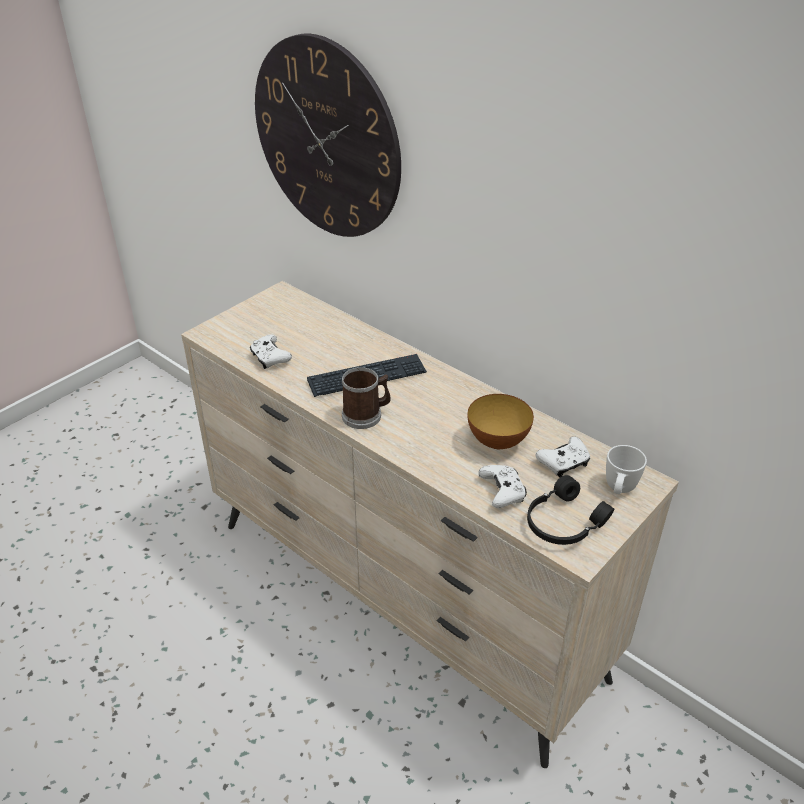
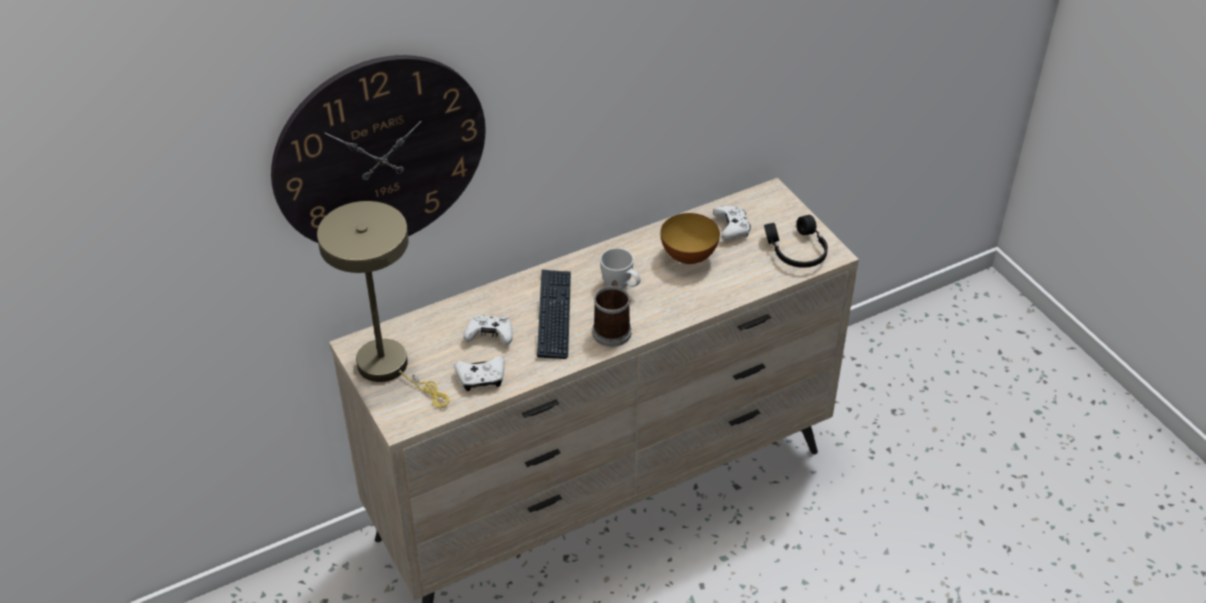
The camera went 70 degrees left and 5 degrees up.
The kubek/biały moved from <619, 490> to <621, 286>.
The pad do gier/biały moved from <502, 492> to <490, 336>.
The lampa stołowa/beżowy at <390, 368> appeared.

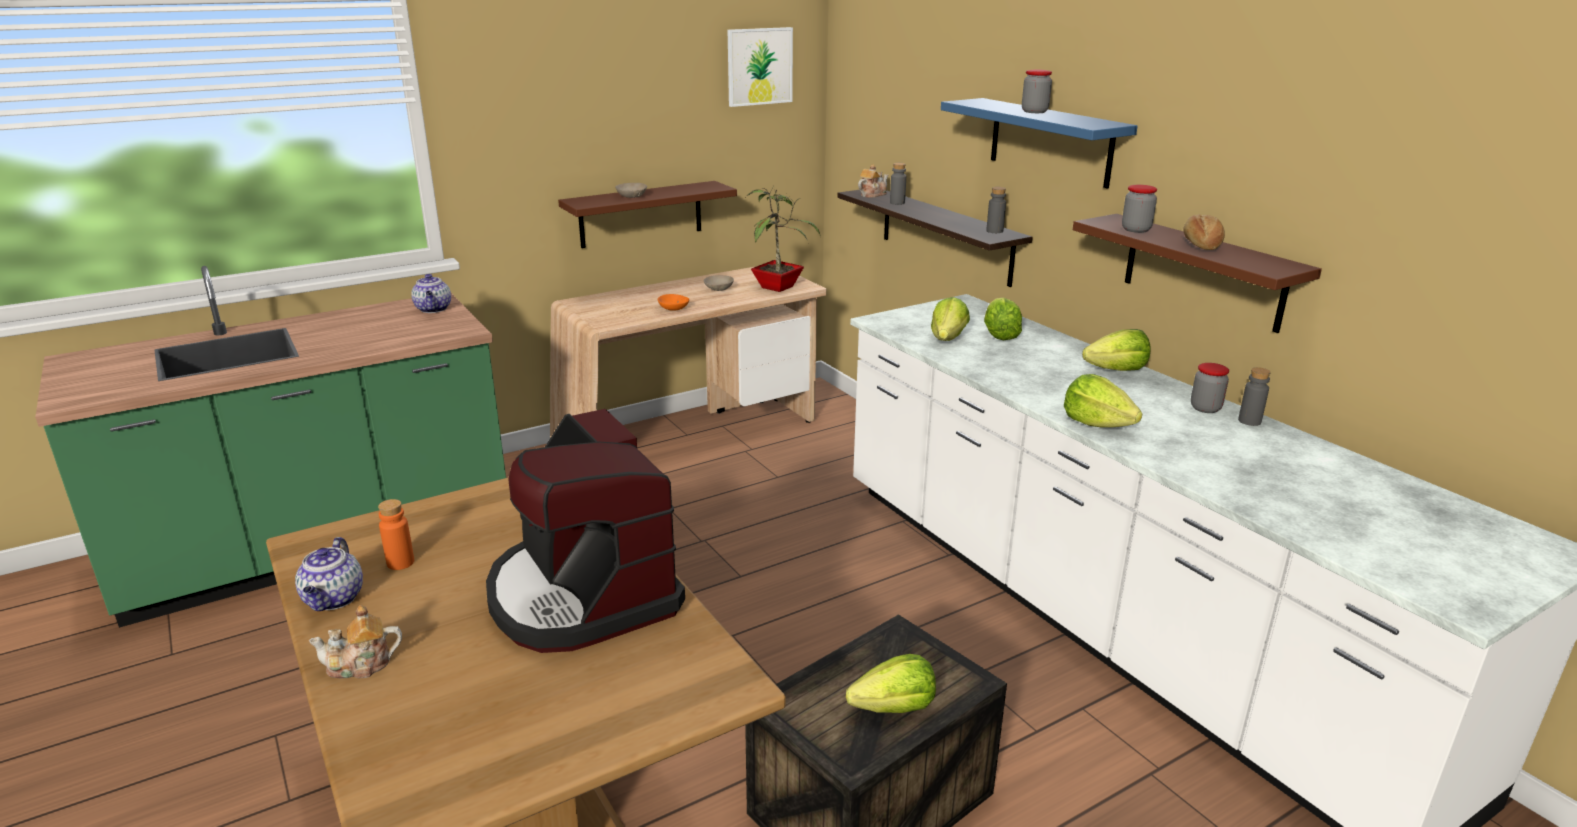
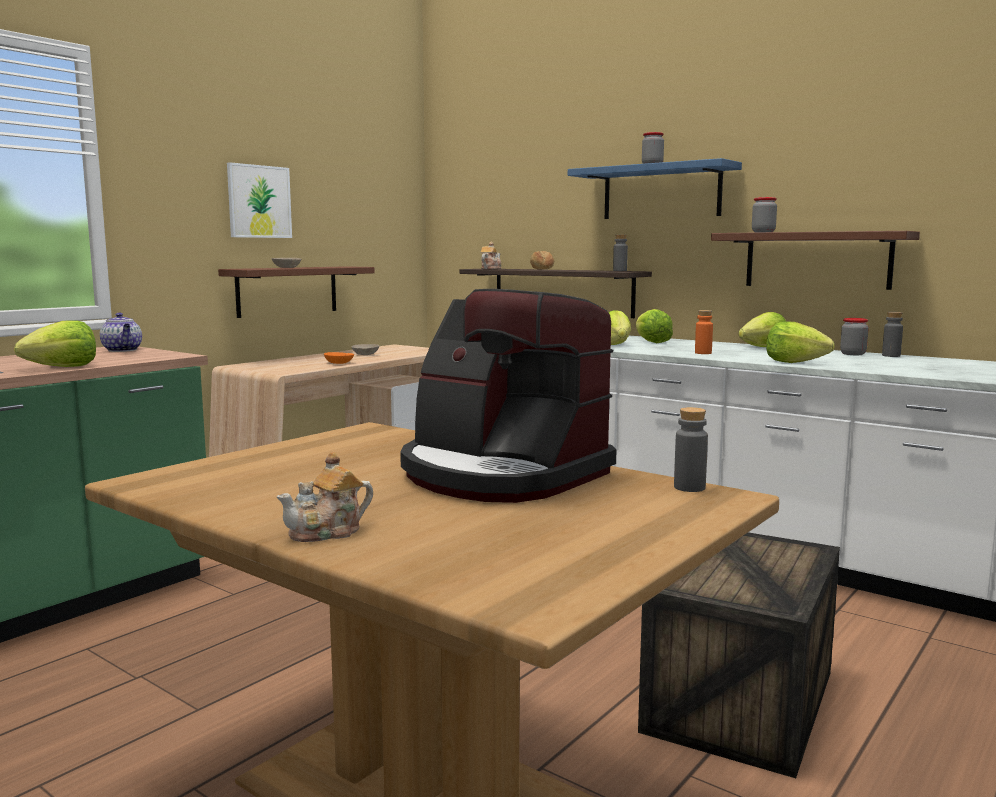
The camera went 20 degrees left and 15 degrees down.
The obraz moved from <759, 66> to <259, 201>.
The butelka/szary moved from <897, 203> to <689, 487>.
The roślina doniczkowa at <778, 287> disappeared.
The chleb moved from <1201, 245> to <542, 269>.
The butelka/pomarańczowy moved from <400, 562> to <703, 353>.
The imbryk at <334, 600> disappeared.
The sałata moved from <894, 708> to <63, 367>.

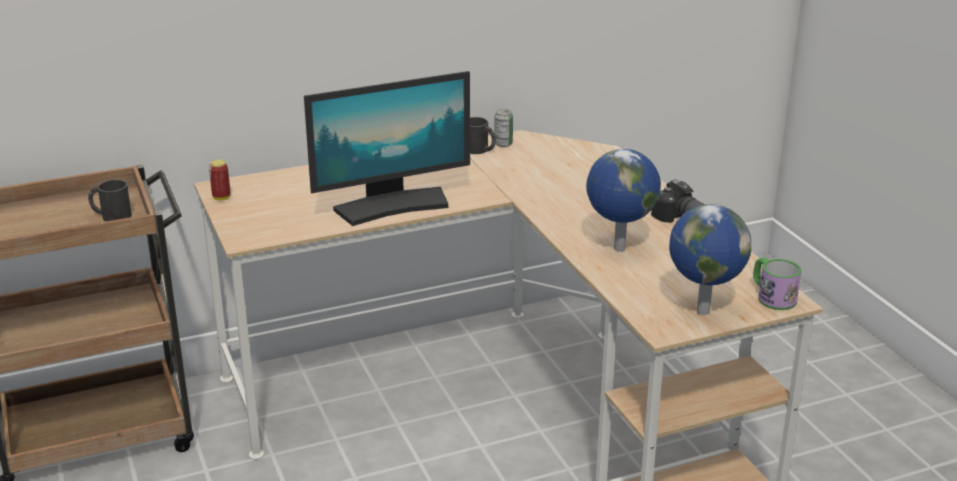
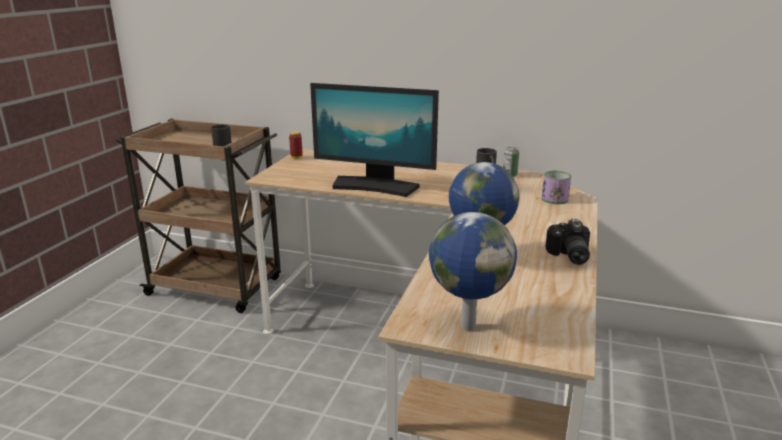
The camera went 40 degrees right and 5 degrees down.
The kubek moved from <772, 296> to <554, 197>.

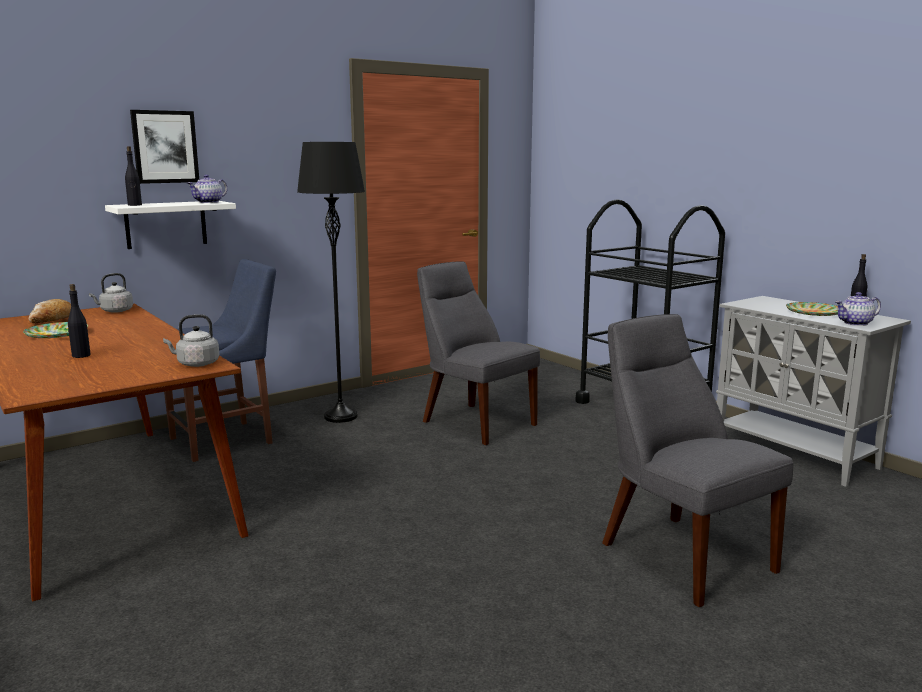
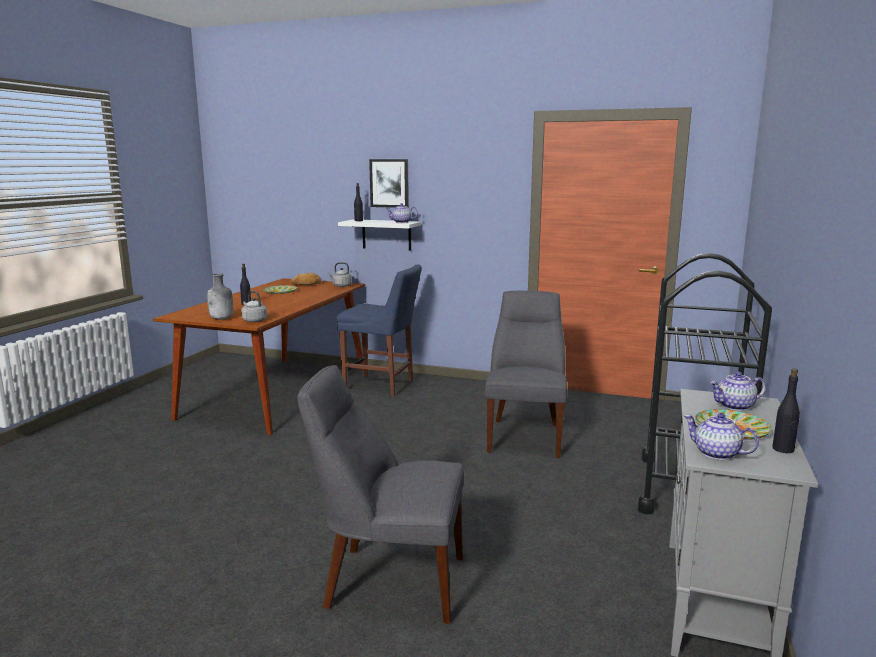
The camera went 55 degrees right and 0 degrees up.
The lampa stojąca/czarny at <340, 416> disappeared.
The krzesło/szary at <680, 554> turned 105 degrees counterclockwise.
The butelka/szary at <222, 319> appeared.
The imbryk at <735, 406> appeared.

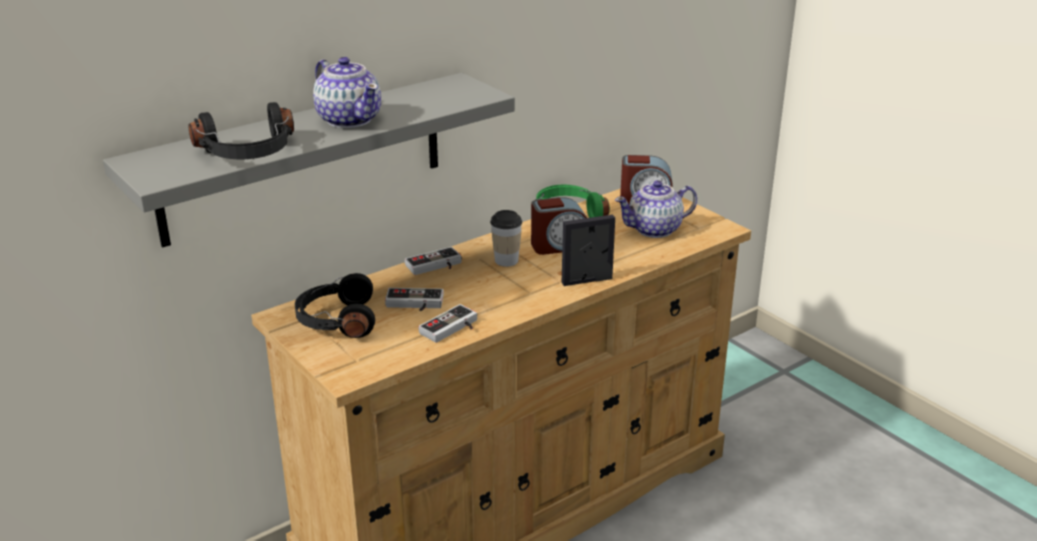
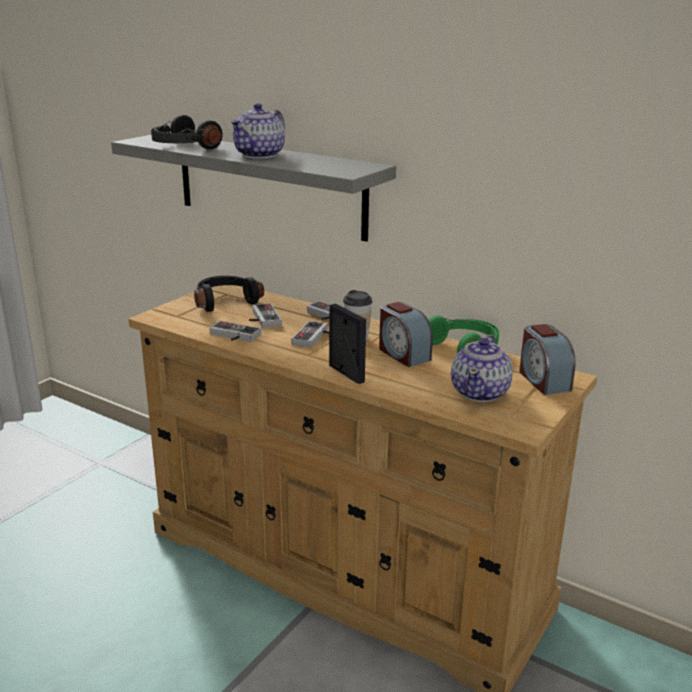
The camera went 70 degrees right and 5 degrees down.
The imbryk at <655, 229> turned 120 degrees counterclockwise.
The pad do gier at <314, 338> appeared.

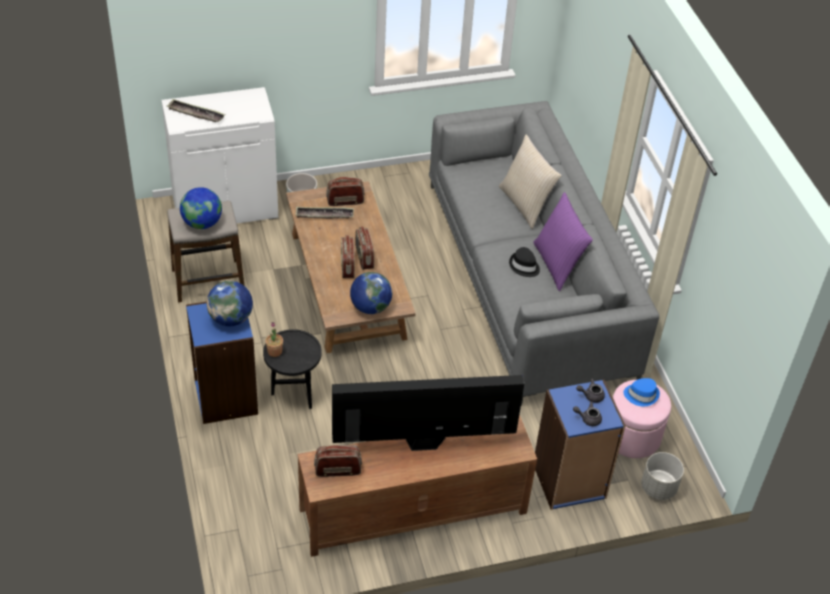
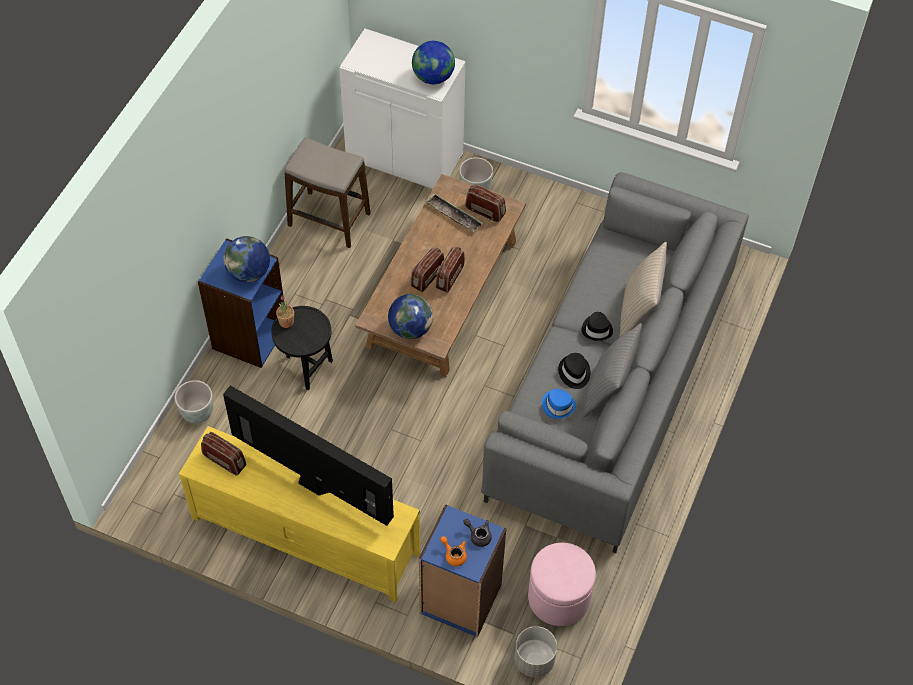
The camera went 40 degrees right and 10 degrees up.
The taca at <196, 114> disappeared.
The globus moved from <202, 223> to <433, 77>.
The poduszka/fioletowy at <557, 264> became the poduszka/szary at <608, 390>.
The kapelusz/niebieski moved from <641, 395> to <558, 405>.
The imbryk/szary at <588, 418> became the imbryk/pomarańczowy at <454, 554>.
The szafka pod telewizor/brązowy at <412, 511> became the szafka pod telewizor/żółty at <304, 535>.
The kapelusz/czarny at <597, 329> appeared.
The donica/szary at <197, 412> appeared.

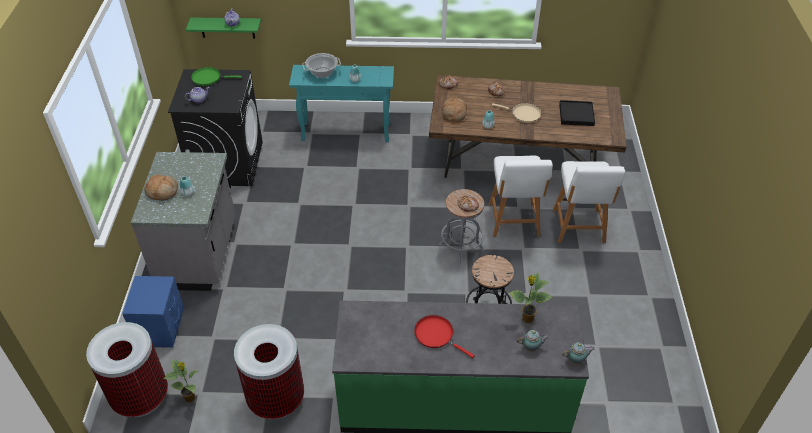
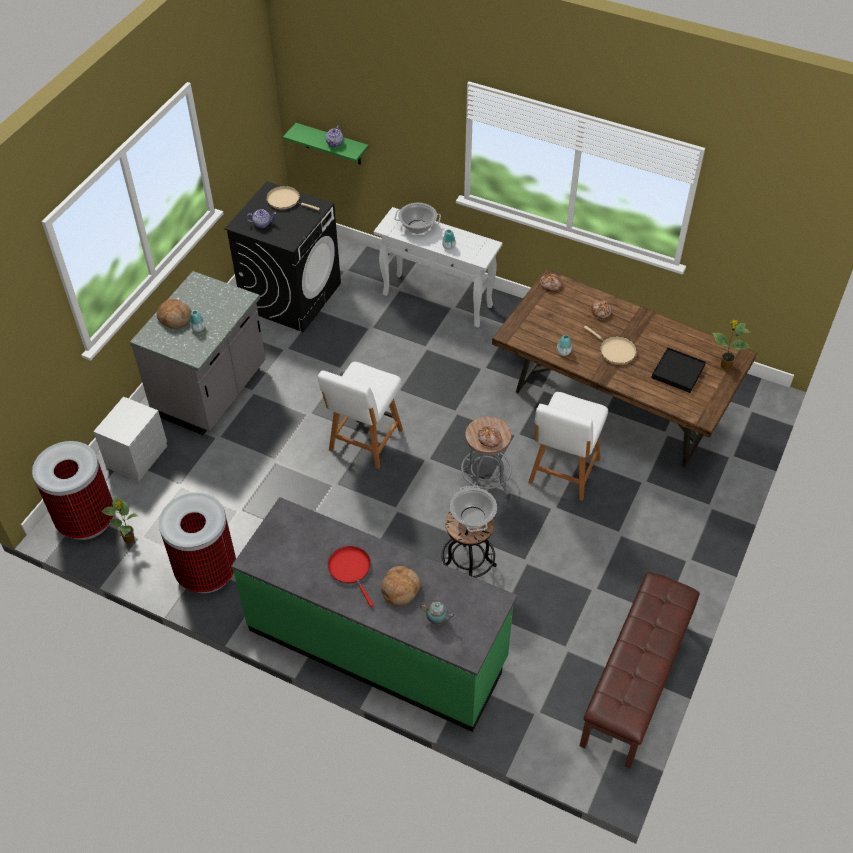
The camera went 25 degrees right and 5 degrees up.
The stolik konsolowy/turkusowy at <347, 132> became the stolik konsolowy/biały at <438, 300>.
The patelnia/zielony at <209, 78> became the patelnia/beżowy at <286, 200>.
The chleb moved from <454, 114> to <400, 588>.
The krzesło/biały moved from <579, 227> to <364, 442>.
The roślina doniczkowa moved from <527, 319> to <724, 366>.
The szafka nocna/niebieski at <160, 328> became the szafka nocna/szary at <137, 457>.
The imbryk at <576, 360> disappeared.
The garnek at <472, 517> appeared.
The ławka/brązowy at <636, 683> appeared.

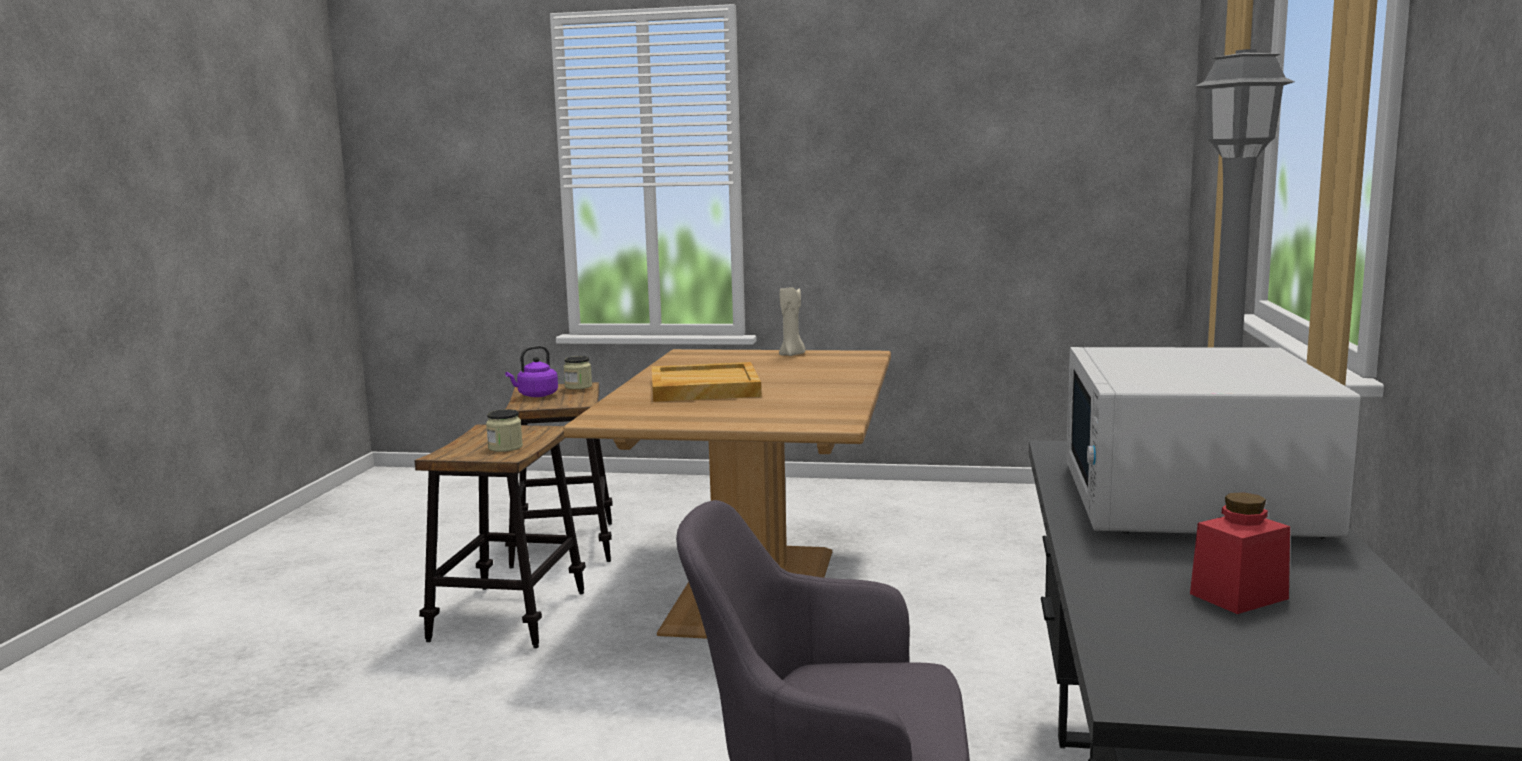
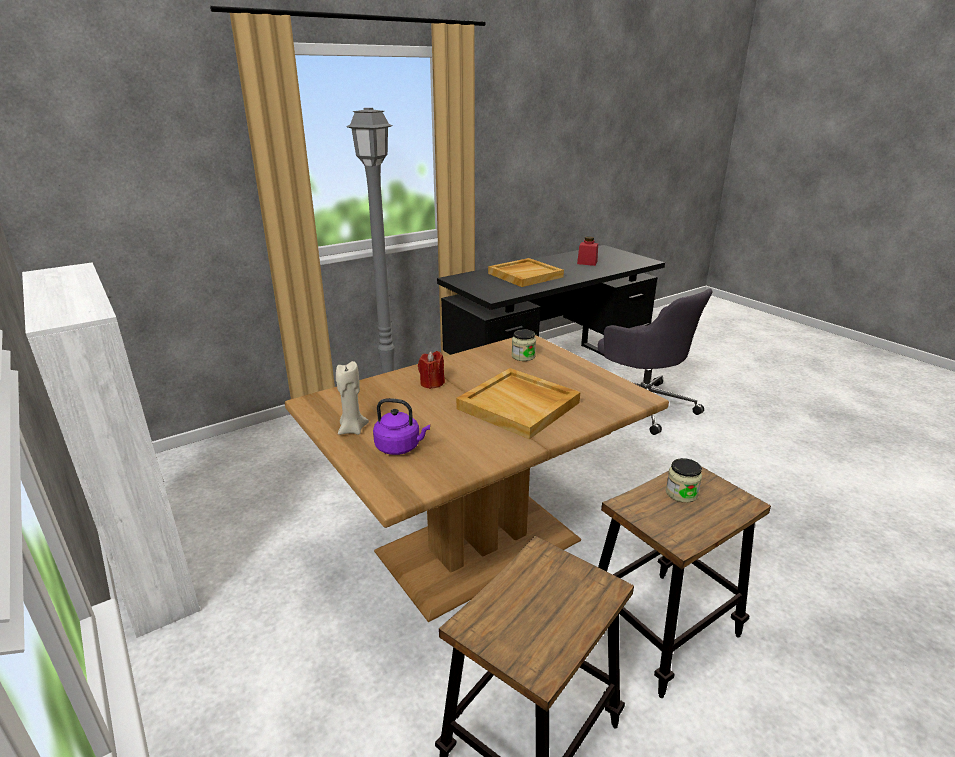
The camera went 135 degrees left and 15 degrees up.
The czajnik/fioletowy moved from <536, 395> to <400, 447>.
The mikrofalówka/biały at <1190, 501> was replaced by the taca/beżowy at <525, 275>.
The słoik moved from <578, 386> to <523, 356>.
The szafka/biały at <153, 566> appeared.
The świeca/czerwony at <432, 383> appeared.

